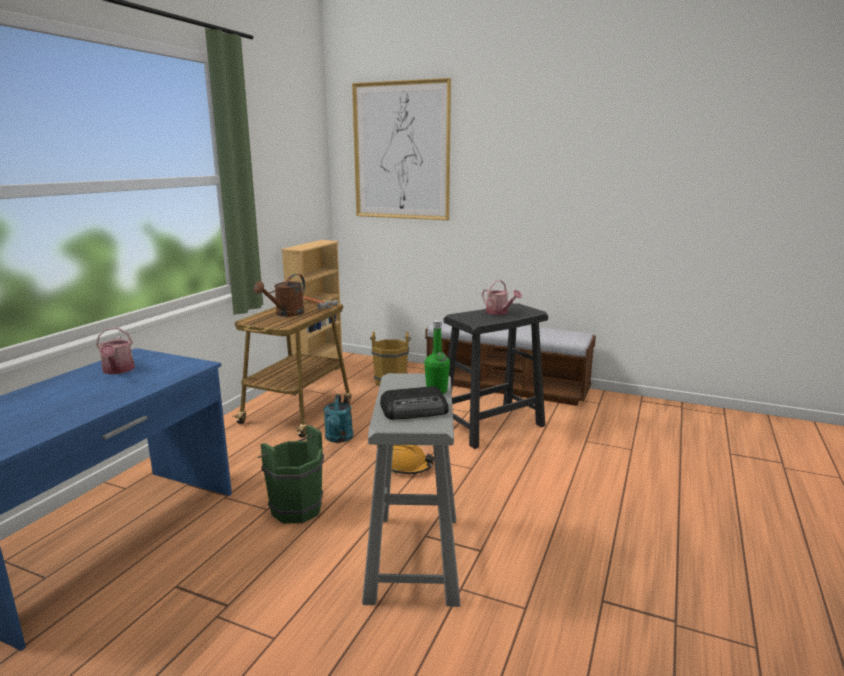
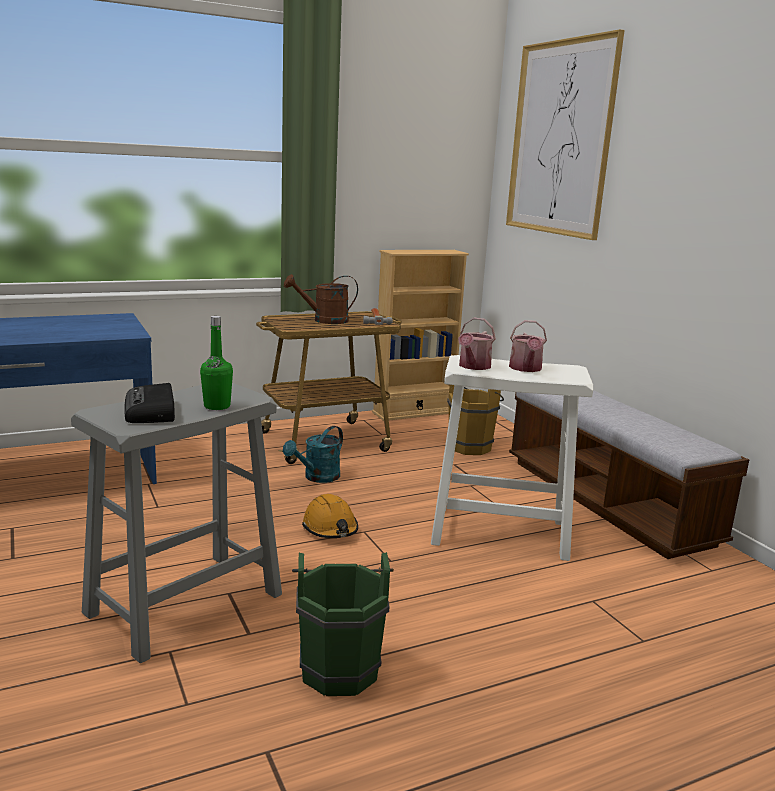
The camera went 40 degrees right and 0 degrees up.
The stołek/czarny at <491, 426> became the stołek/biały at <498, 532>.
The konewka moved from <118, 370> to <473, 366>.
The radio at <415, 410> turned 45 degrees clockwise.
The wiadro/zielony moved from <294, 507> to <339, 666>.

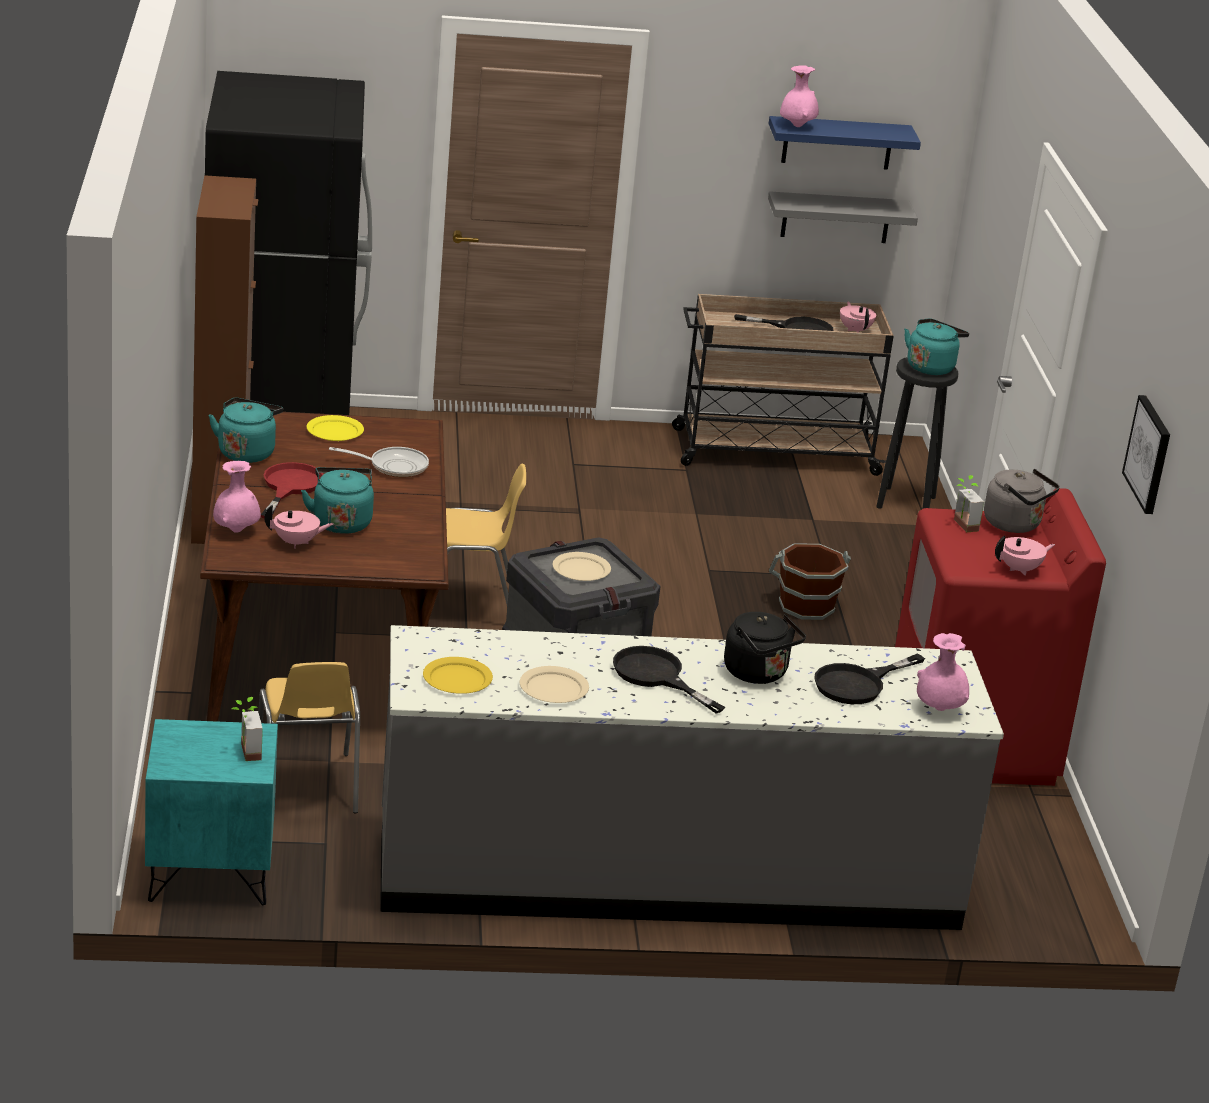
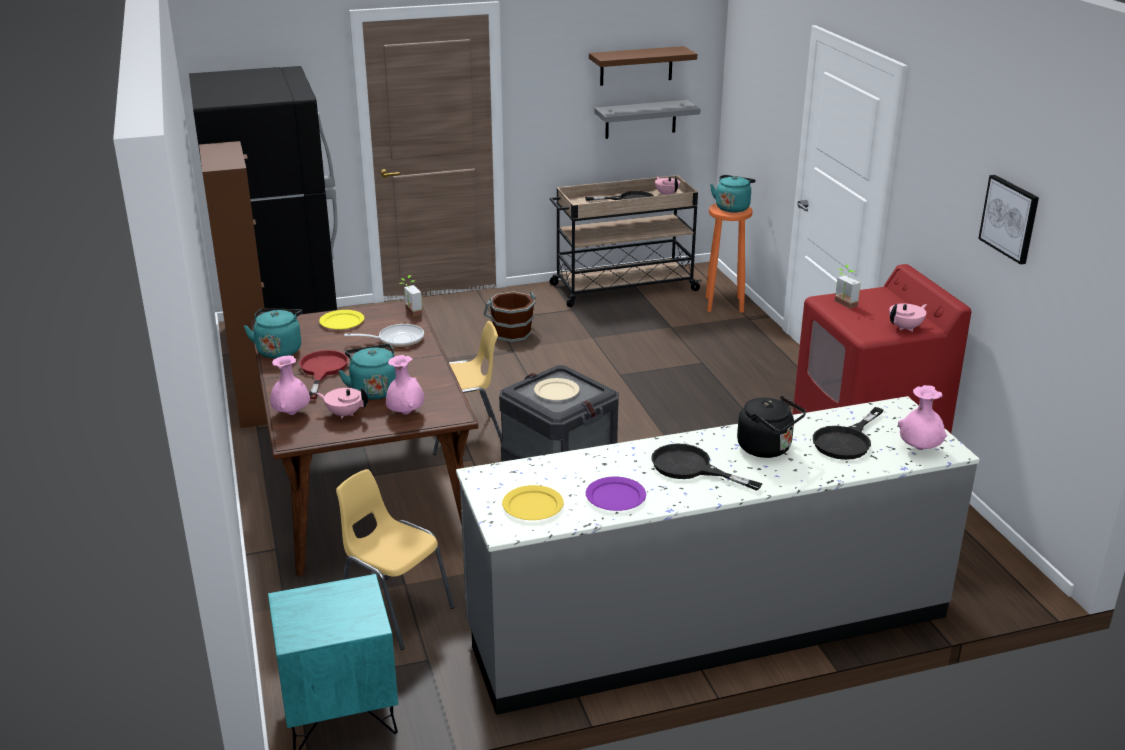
The camera went 10 degrees left and 0 degrees up.
The wazon/różowy moved from <797, 126> to <405, 413>.
The półka/niebieski at <837, 143> became the półka/brązowy at <636, 66>.
The stołek/czarny at <905, 502> became the stołek/pomarańczowy at <724, 304>.
The czajnik/szary at <1015, 525> disappeared.
The imbryk/różowy at <296, 543> turned 150 degrees counterclockwise.
The wiadro/brązowy moved from <805, 605> to <511, 333>.
The krzesło/żółty at <306, 786> turned 150 degrees clockwise.
The talerz/beżowy at <553, 688> became the talerz/fioletowy at <615, 496>.
The roślina doniczkowa moved from <244, 752> to <410, 312>.

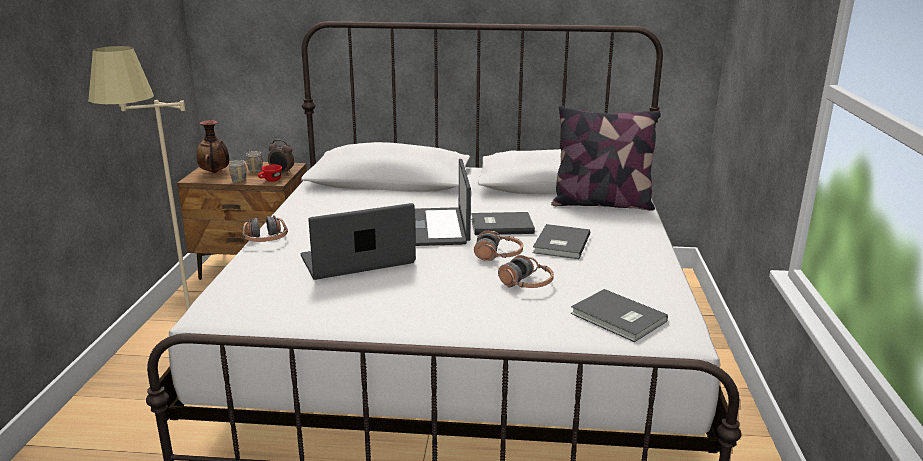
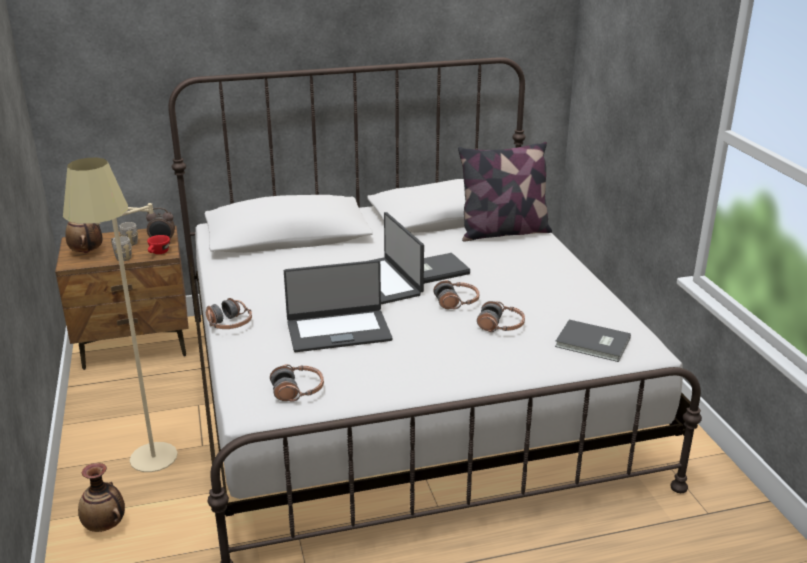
The camera went 20 degrees left and 5 degrees up.
The laptop at <358, 261> turned 150 degrees counterclockwise.
The książka/szary at <560, 244> disappeared.
The słuchawki at <298, 390> appeared.
The wazon at <105, 526> appeared.

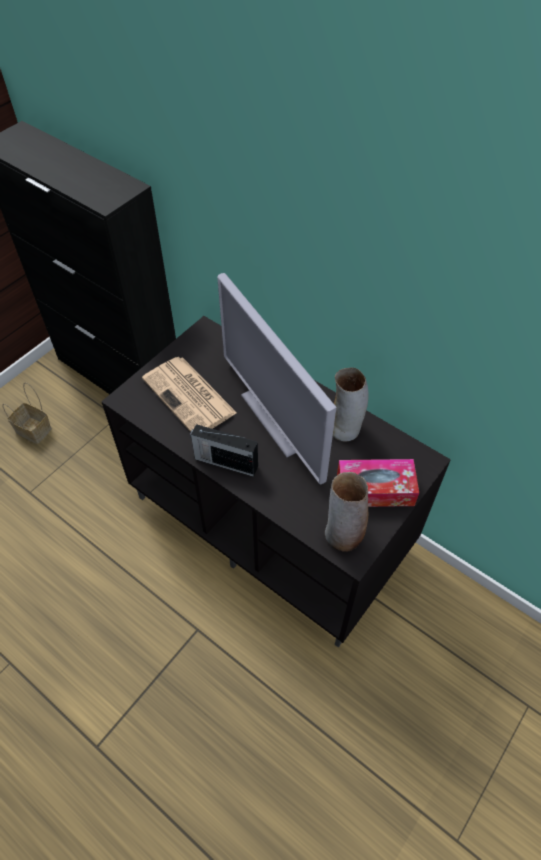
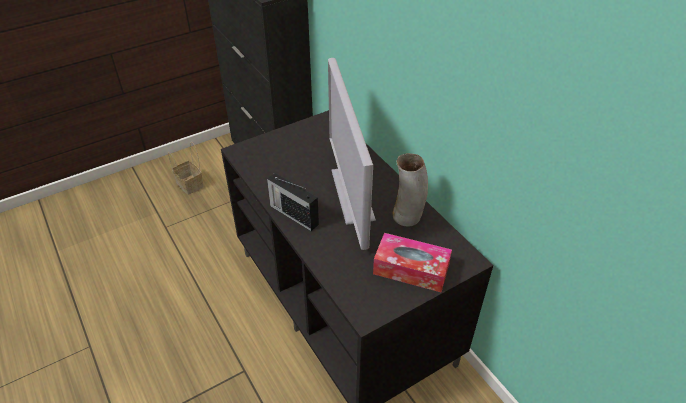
The camera went 20 degrees right and 10 degrees down.
The gazeta at <190, 396> disappeared.
The wazon at <343, 536> disappeared.

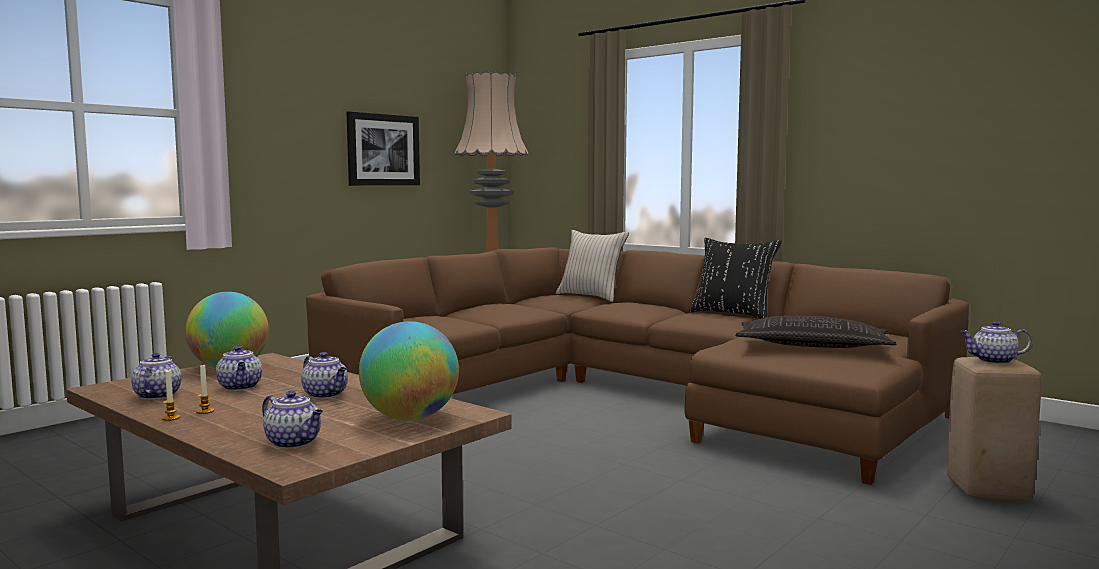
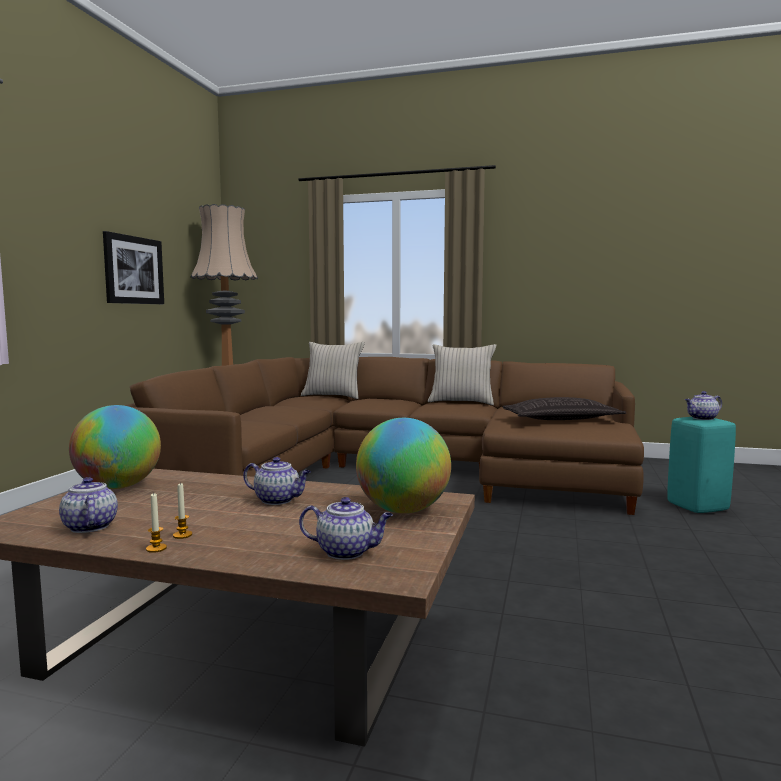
The camera went 25 degrees left and 0 degrees up.
The poduszka/czarny at <733, 315> became the poduszka/beżowy at <461, 402>.
The imbryk at <240, 387> disappeared.
The stołek/beżowy at <986, 490> became the stołek/turkusowy at <697, 507>.

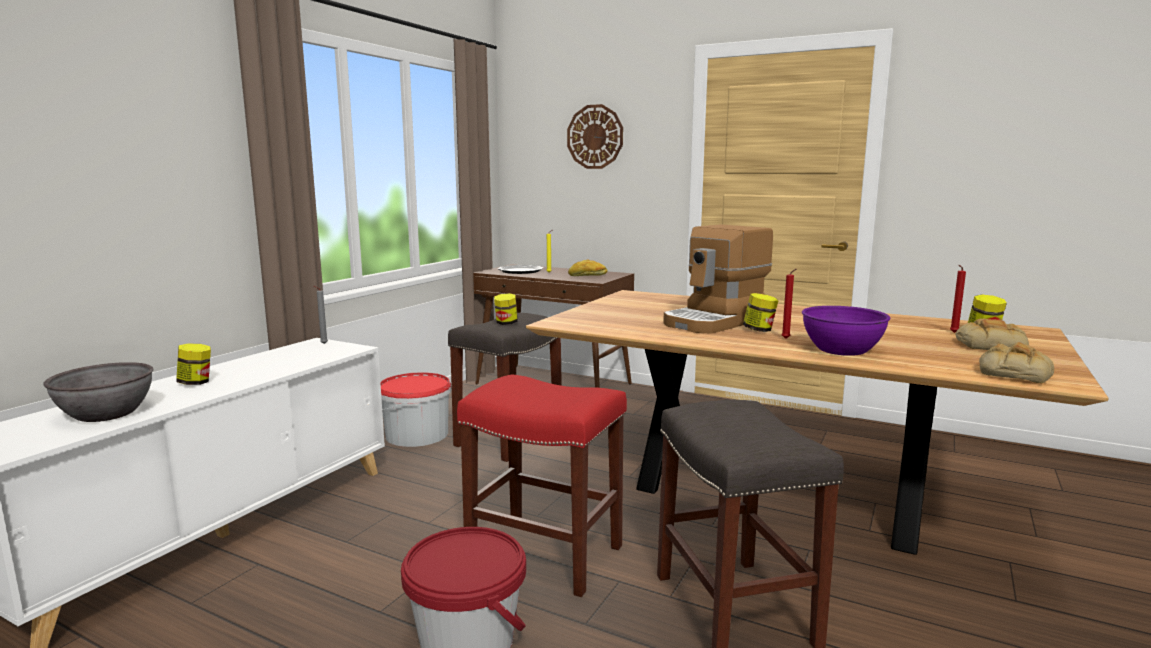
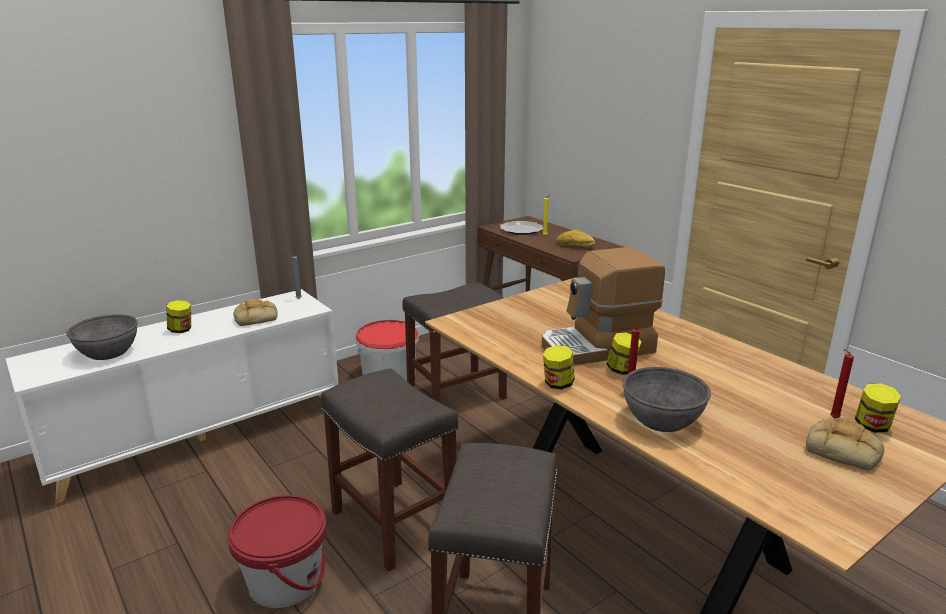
The camera went 25 degrees right and 10 degrees up.
The zegar ścienny at <595, 137> disappeared.
The słoik moved from <506, 323> to <558, 384>.
The miska/fioletowy at <841, 350> became the miska/szary at <661, 420>.
The chleb moved from <1014, 373> to <256, 317>.
The stołek/czerwony at <542, 554> became the stołek/szary at <392, 522>.

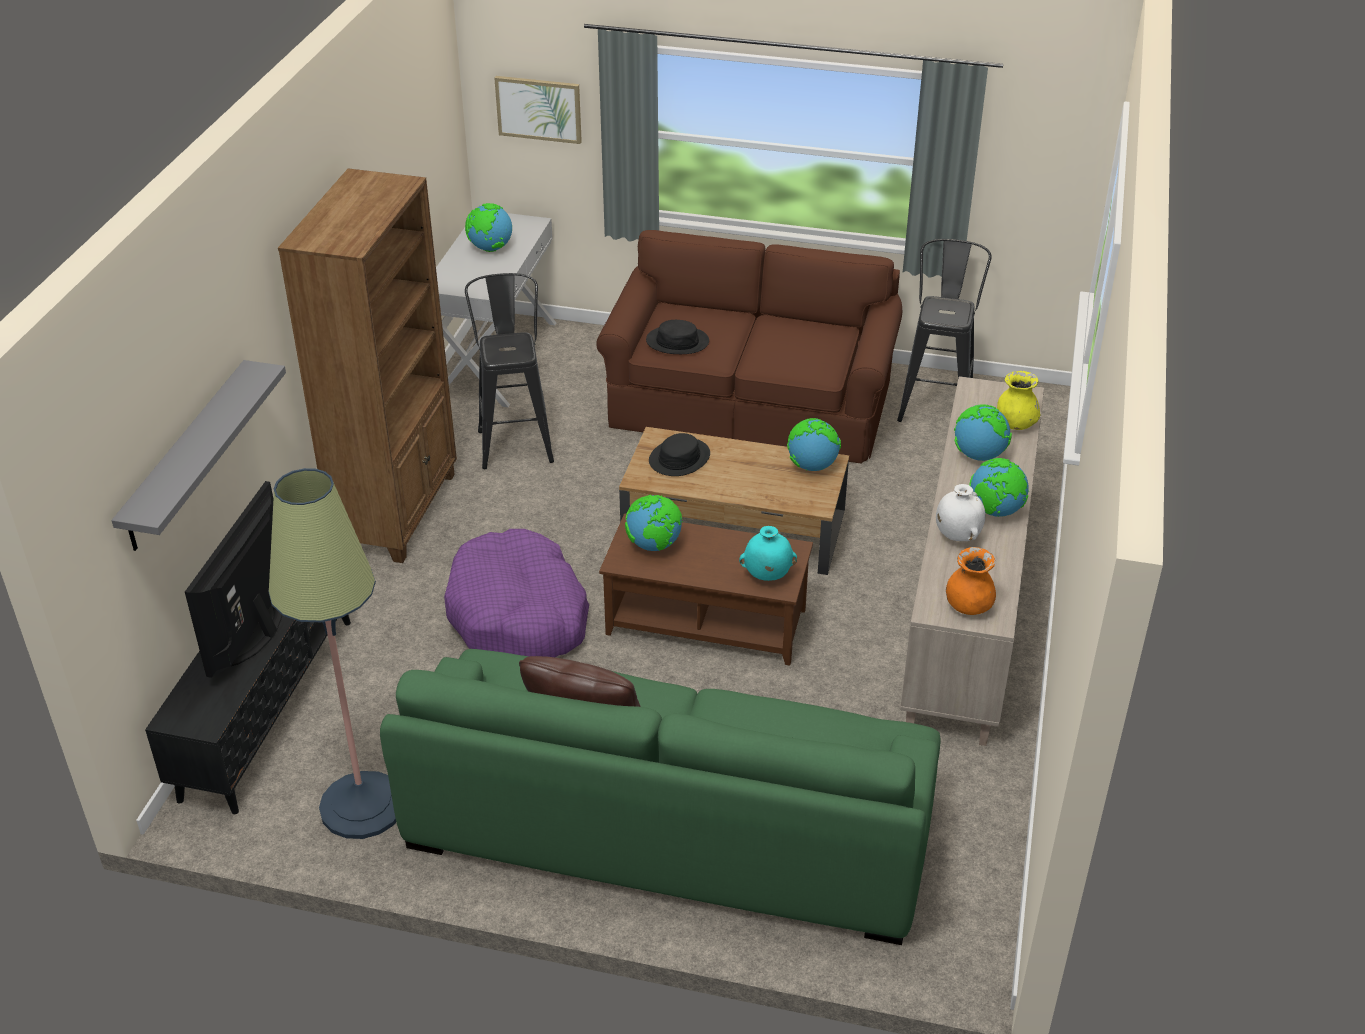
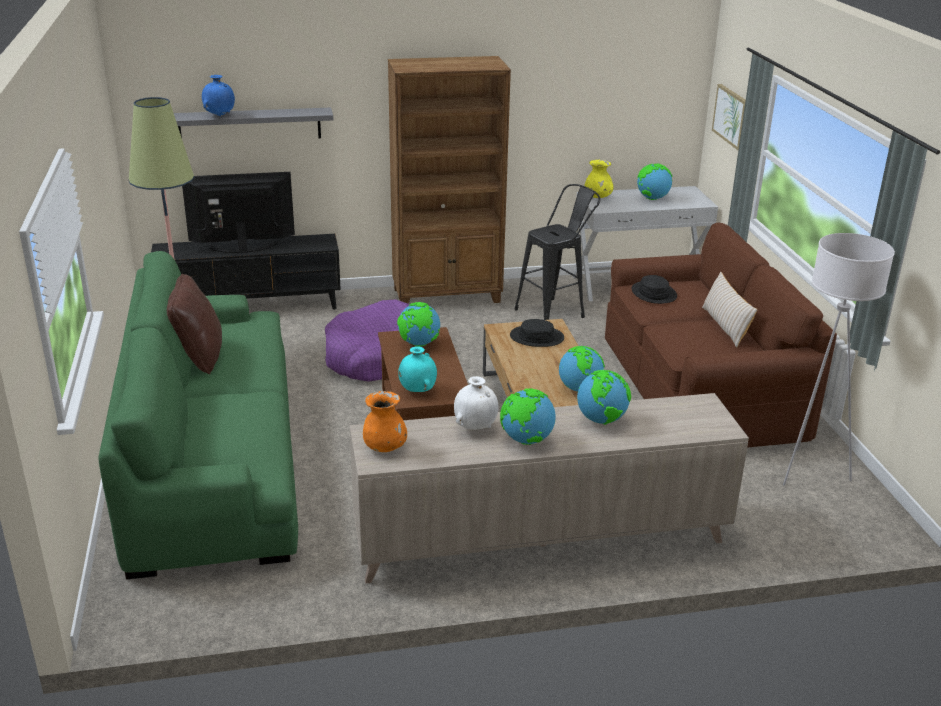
The camera went 65 degrees right and 10 degrees down.
The stołek/czarny at <937, 403> was replaced by the lampa stojąca/biały at <809, 471>.
The wazon/żółty moved from <1015, 424> to <598, 197>.
The wazon/niebieski at <220, 115> appeared.
The poduszka/beżowy at <725, 326> appeared.

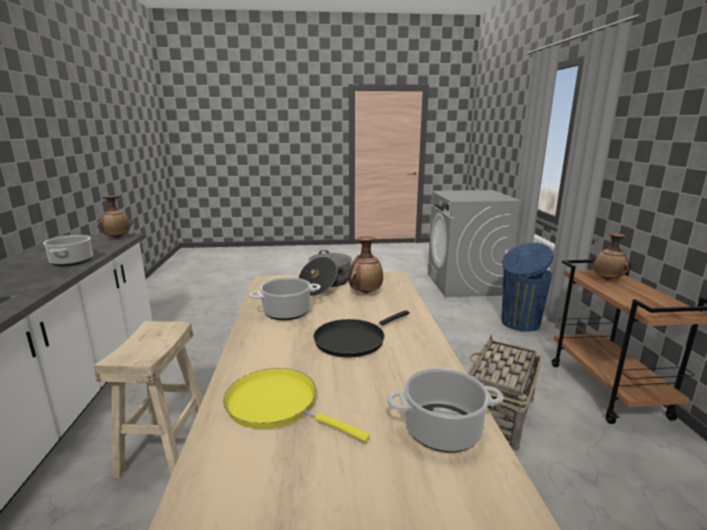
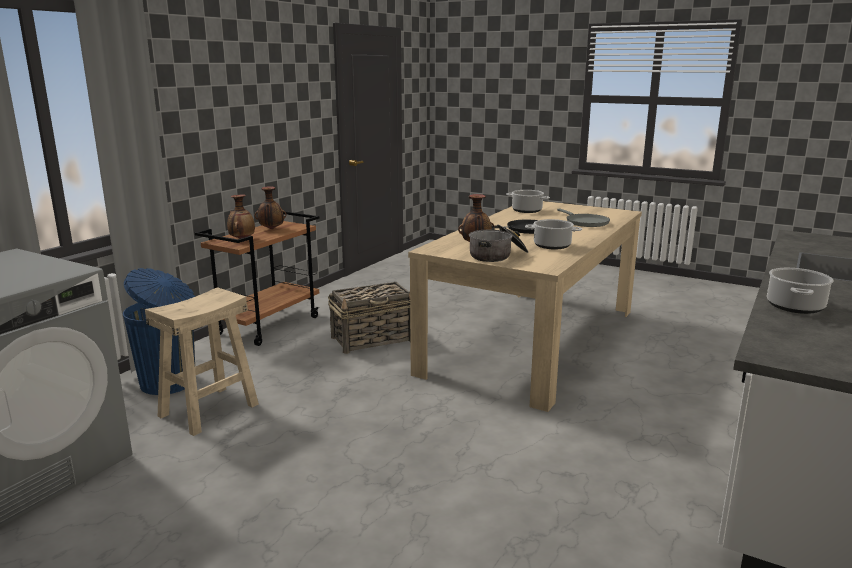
The camera went 145 degrees left and 0 degrees up.
The wazon moved from <117, 237> to <271, 229>.
The stołek/beżowy moved from <165, 447> to <209, 410>.
The patelnia/żółty at <277, 405> became the patelnia/szary at <585, 222>.

